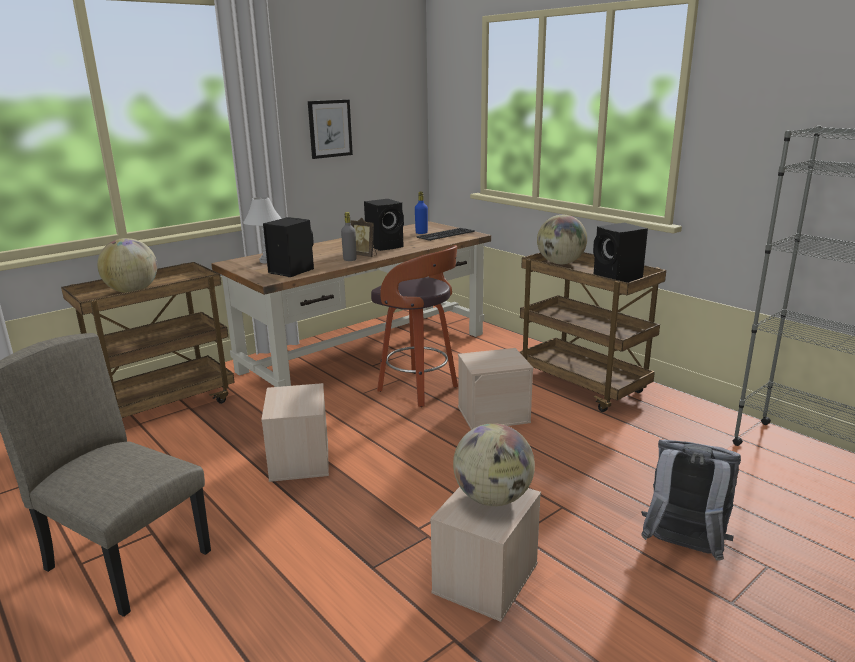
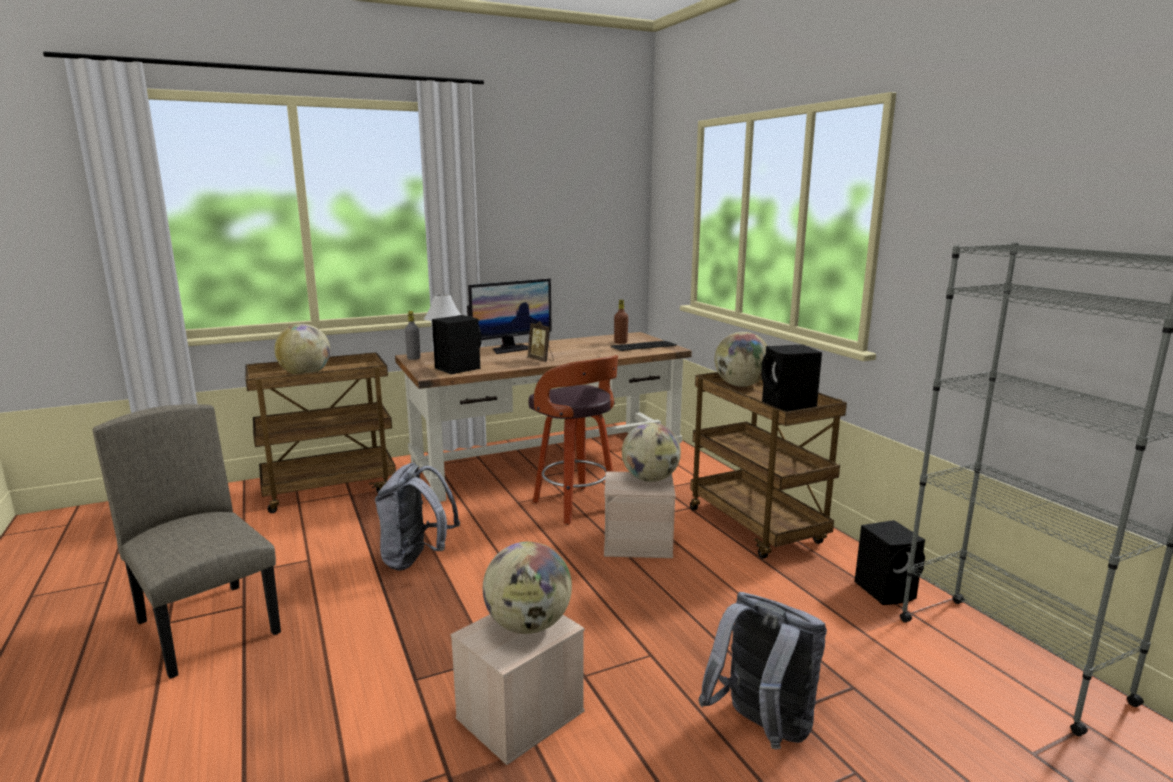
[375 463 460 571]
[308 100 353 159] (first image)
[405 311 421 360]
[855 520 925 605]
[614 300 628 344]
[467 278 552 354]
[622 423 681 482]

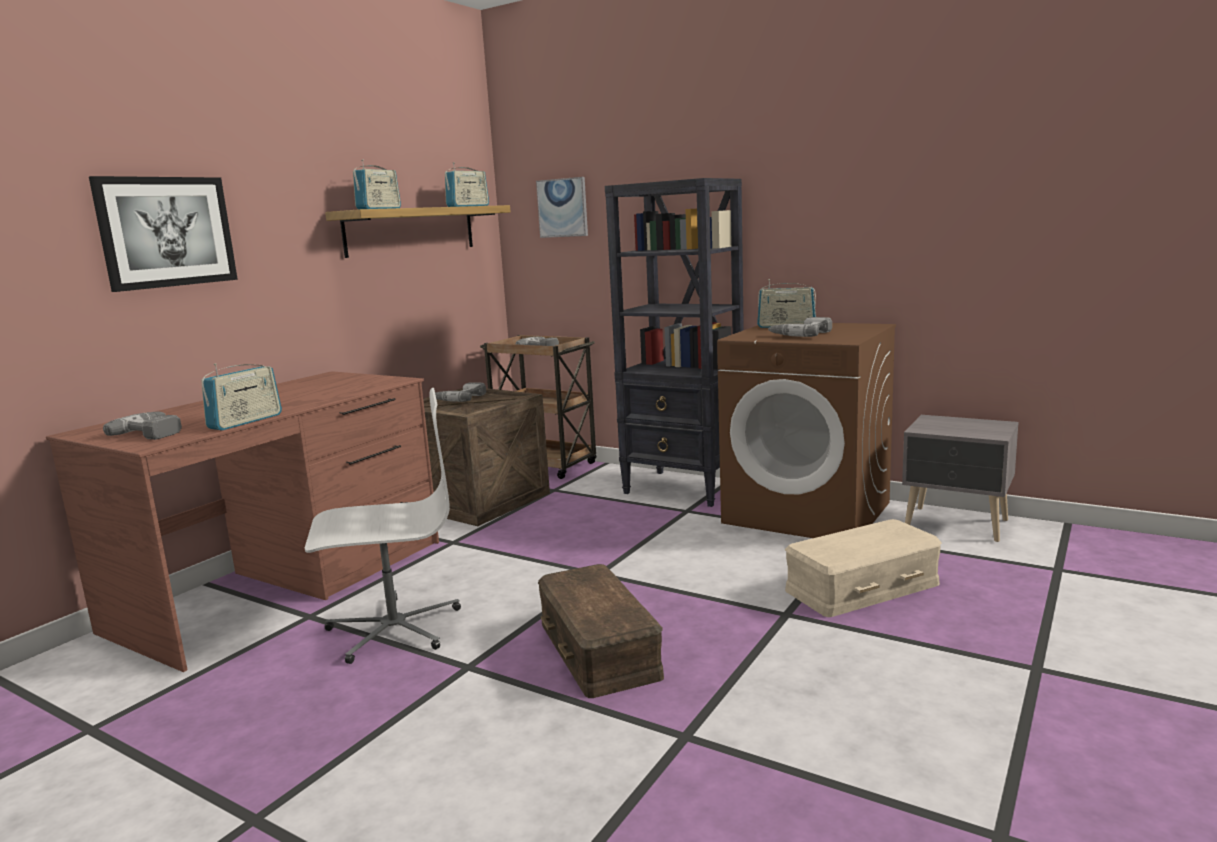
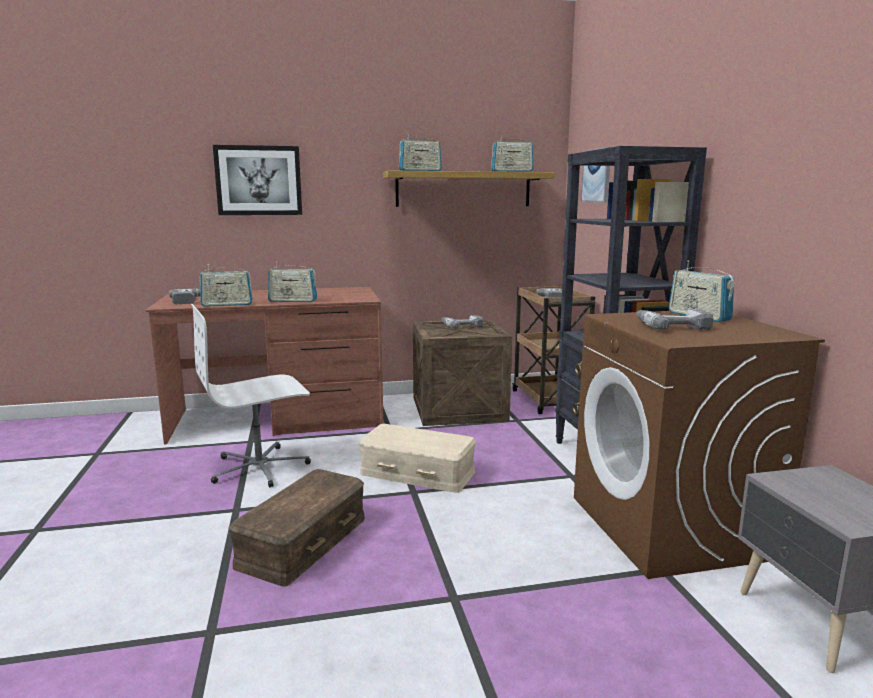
[191 304 311 487]
[359 424 476 493]
[268 261 317 302]

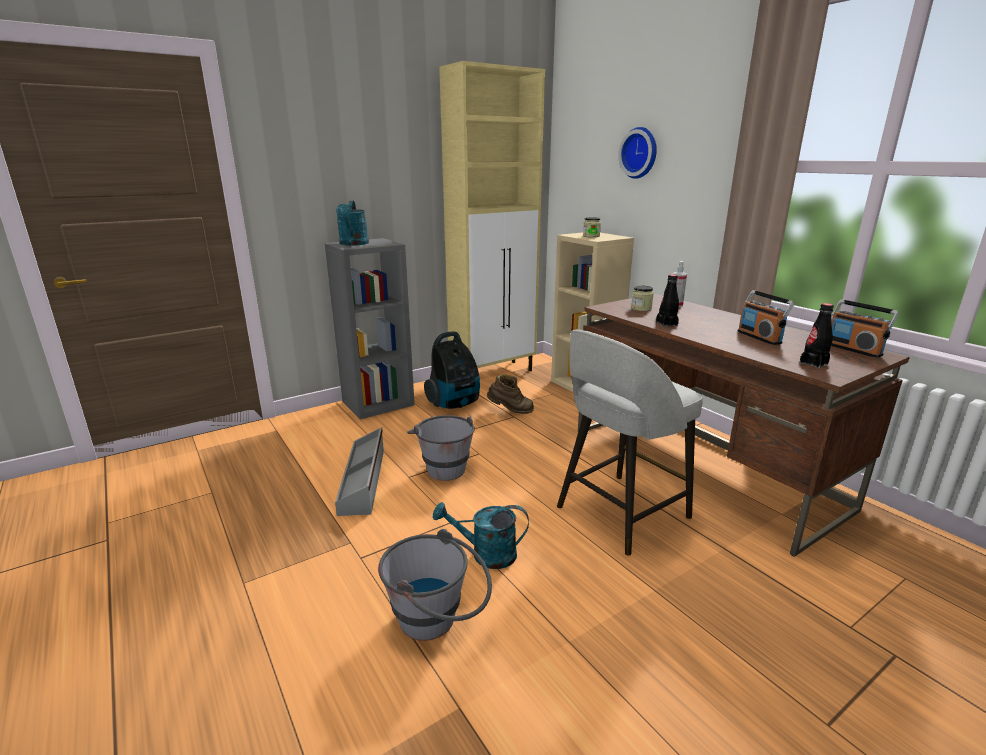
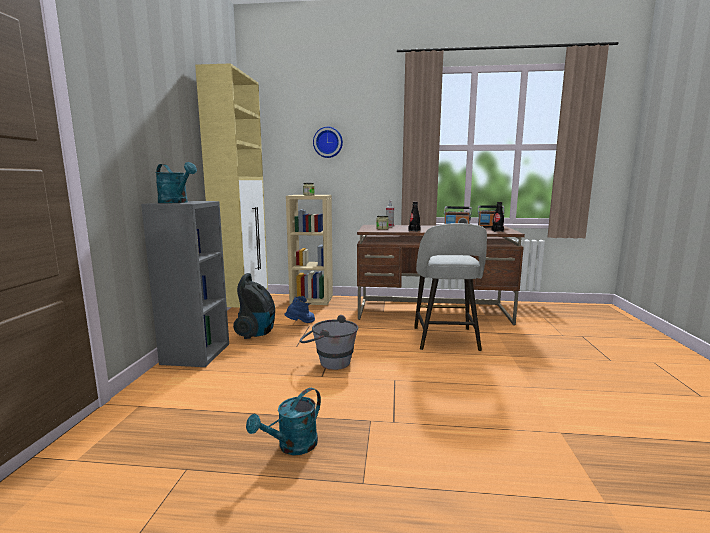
[335 427 384 516] (first image)
[378 529 492 641] (first image)
[246 388 321 455]
[284 296 315 323]

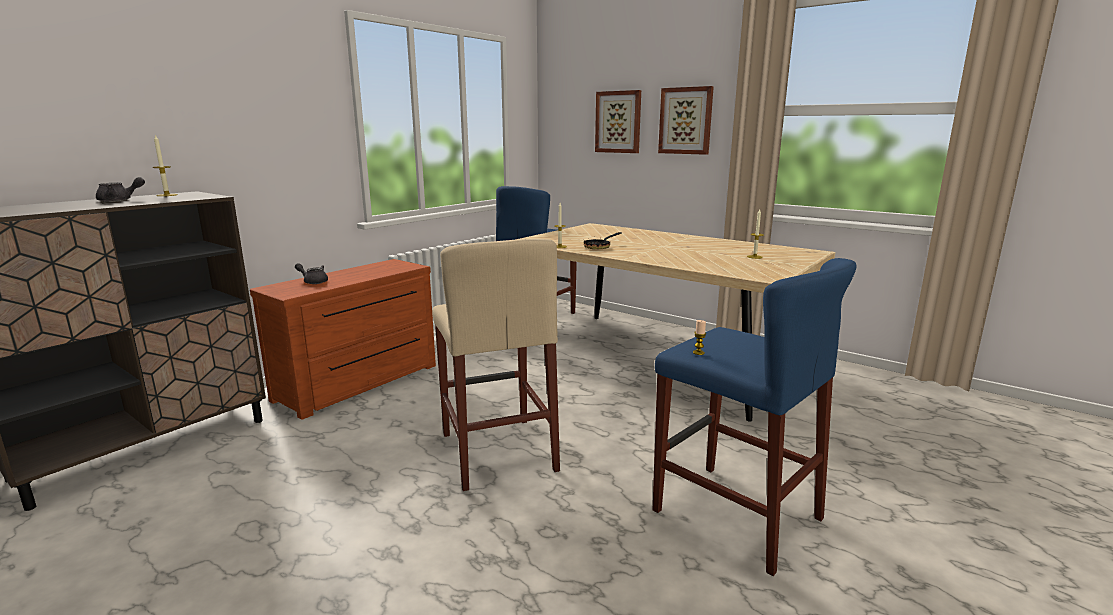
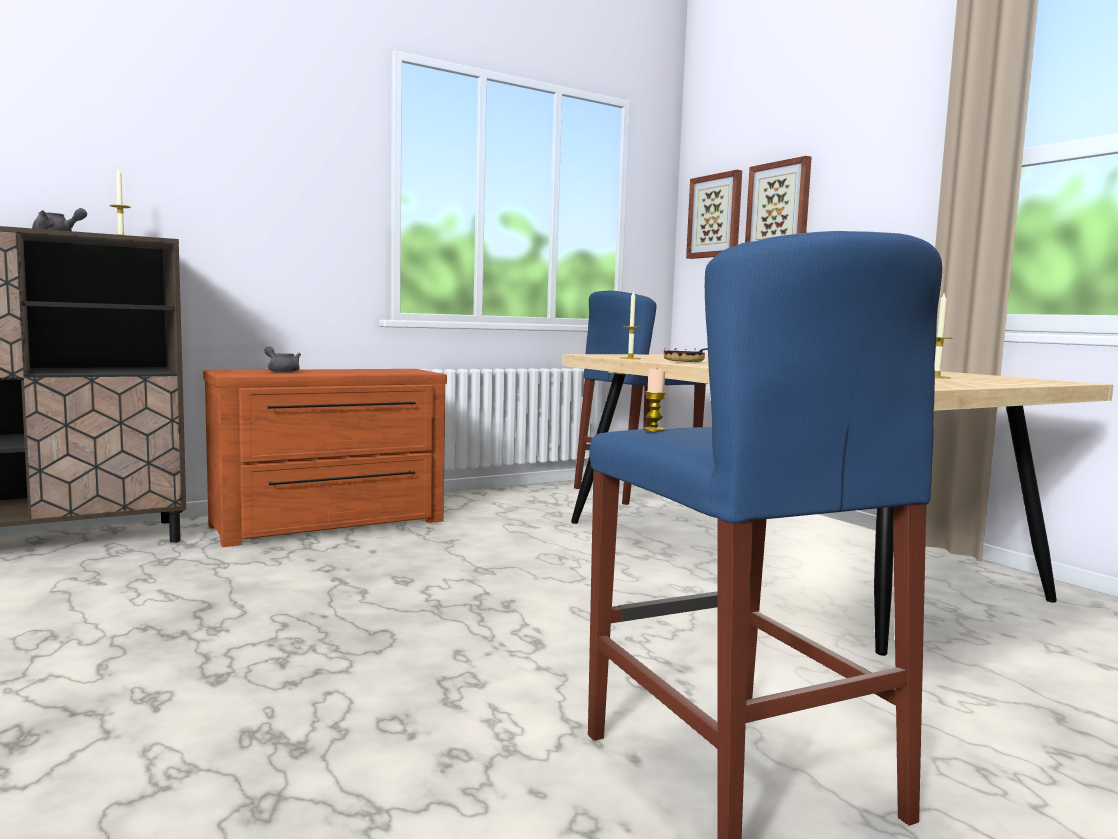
[432 239 560 491] (first image)
[686 170 742 259]

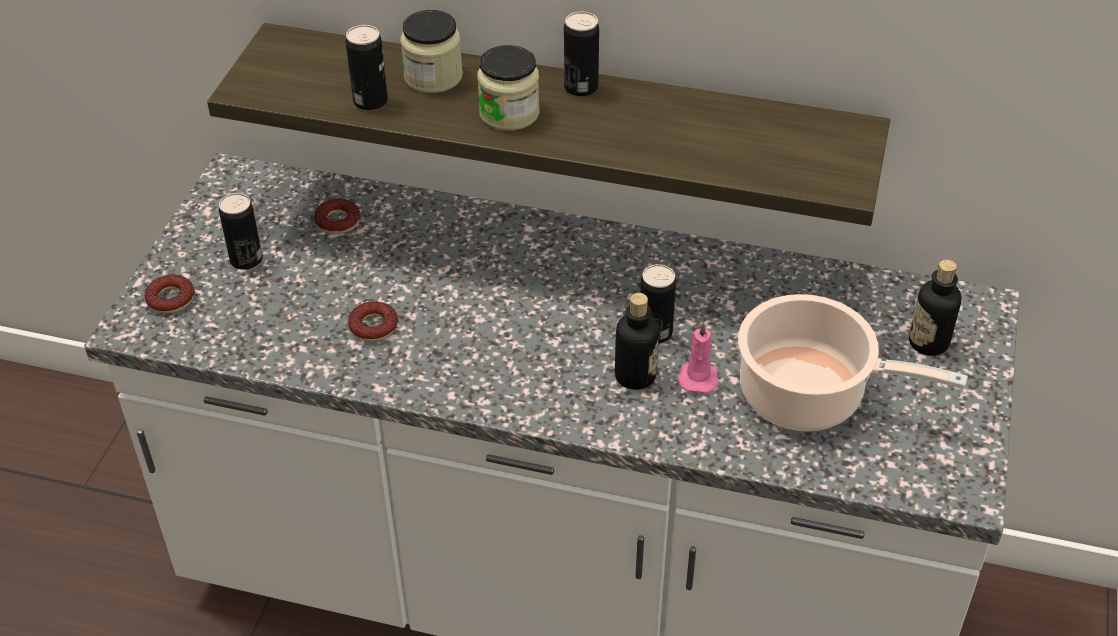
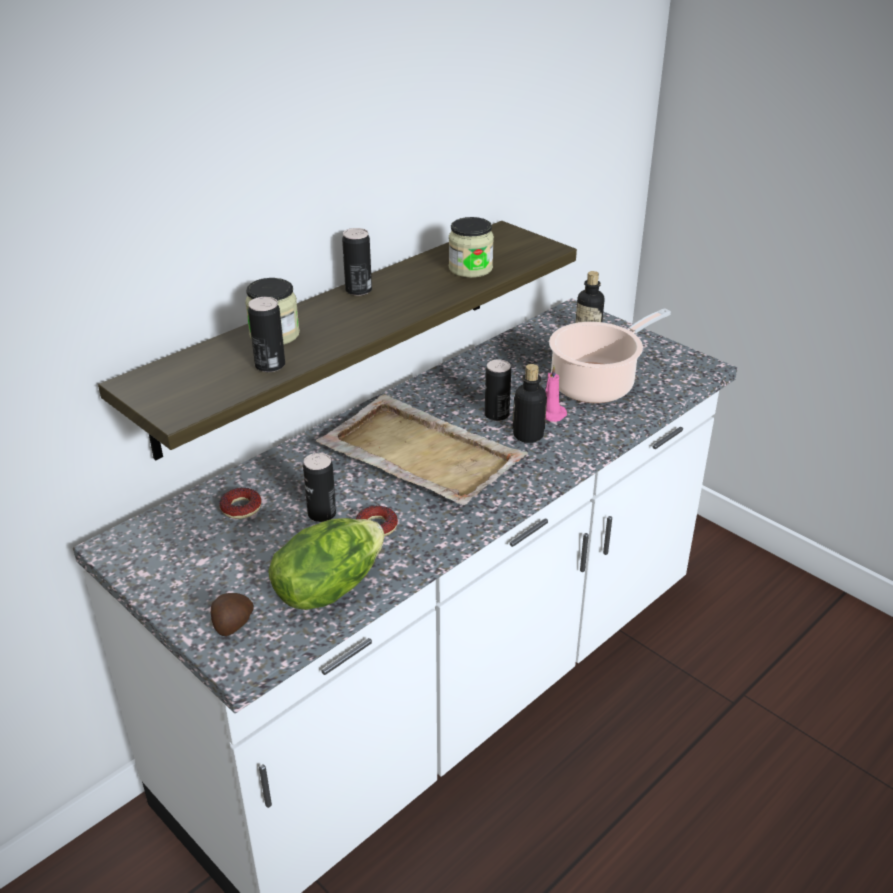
[211 593 254 636]
[303 453 336 522]
[449 217 494 278]
[268 518 385 610]
[316 394 528 505]

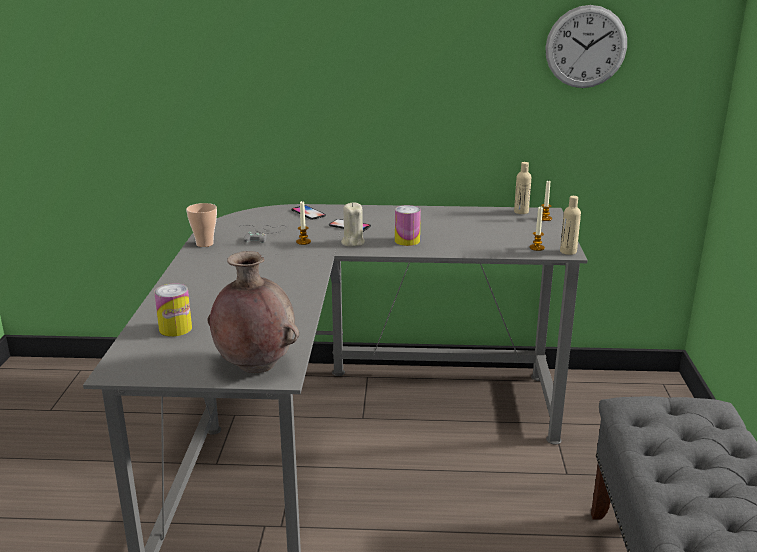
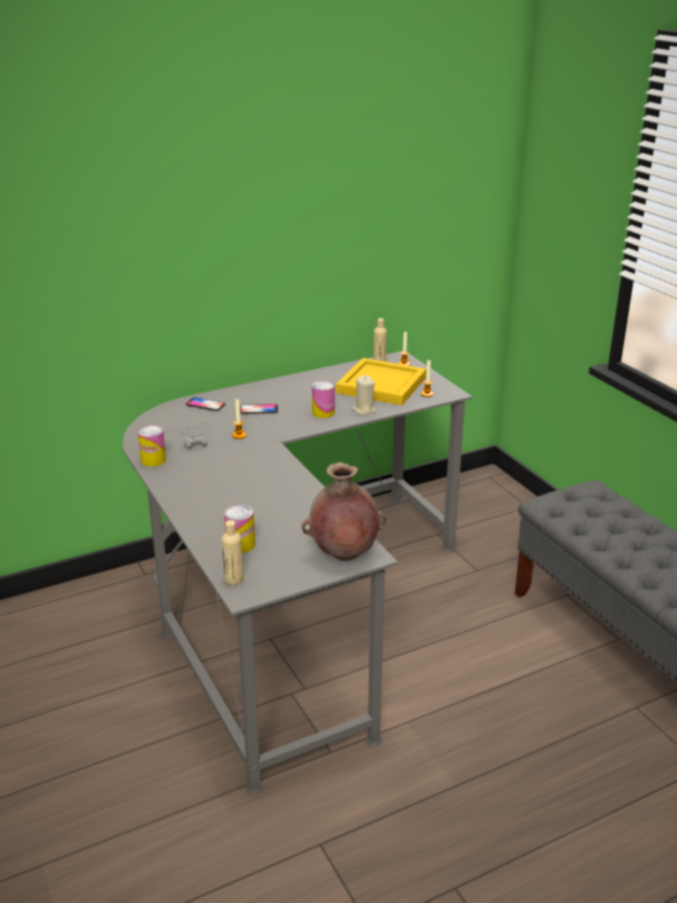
[138 425 166 467]
[352 375 376 415]
[545 5 627 88] (first image)
[222 520 244 585]
[336 358 426 405]

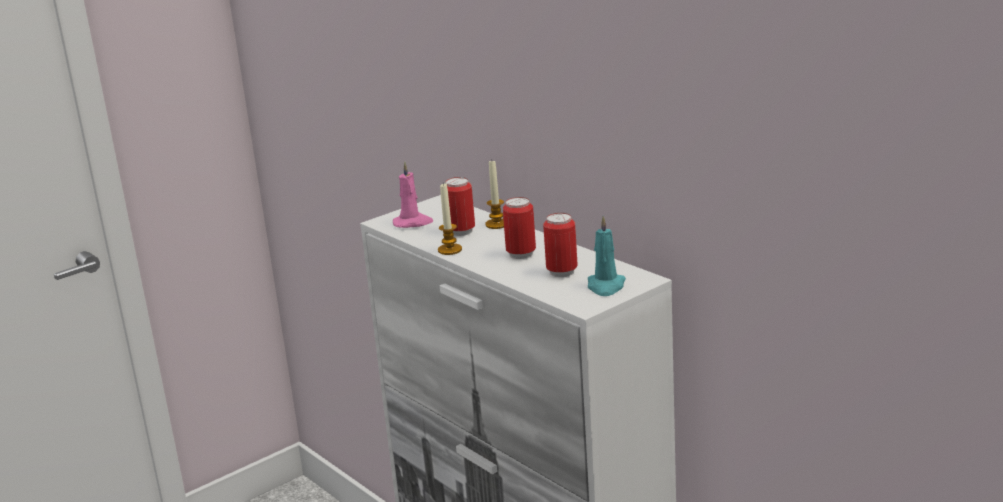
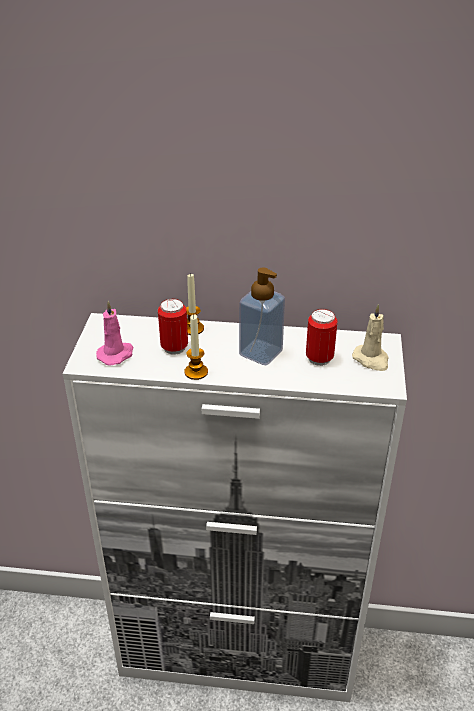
[239 268 285 365]
[352 304 389 371]

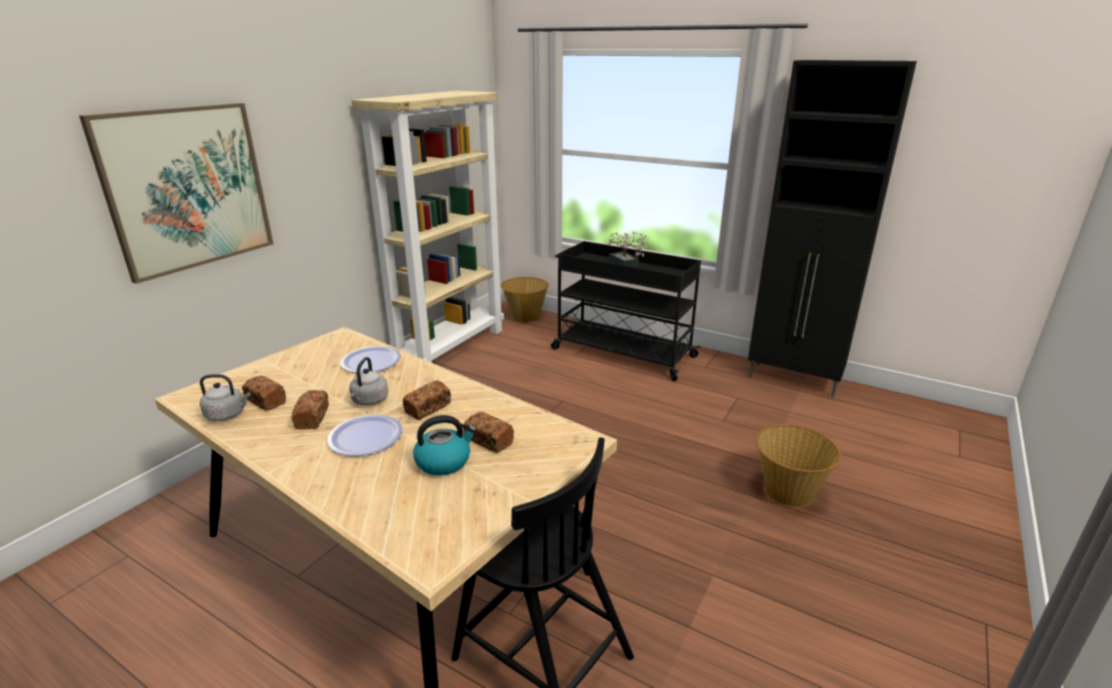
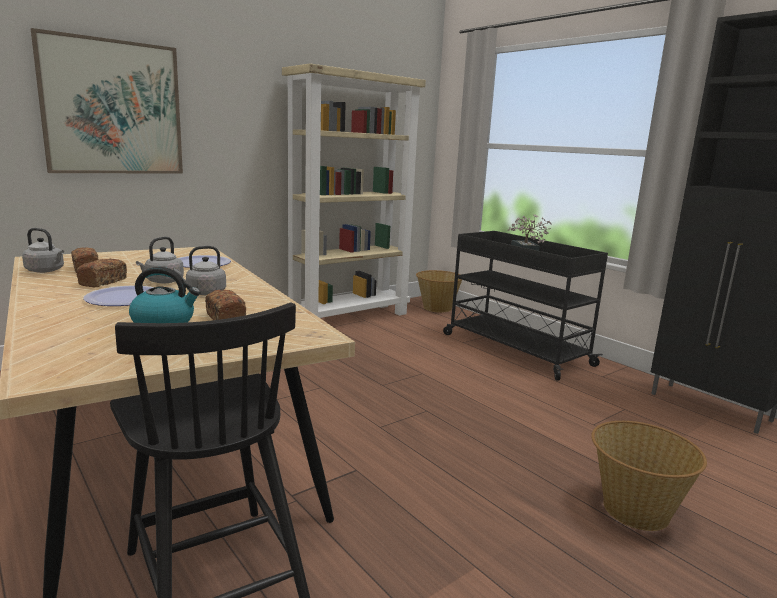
[173 246 226 295]

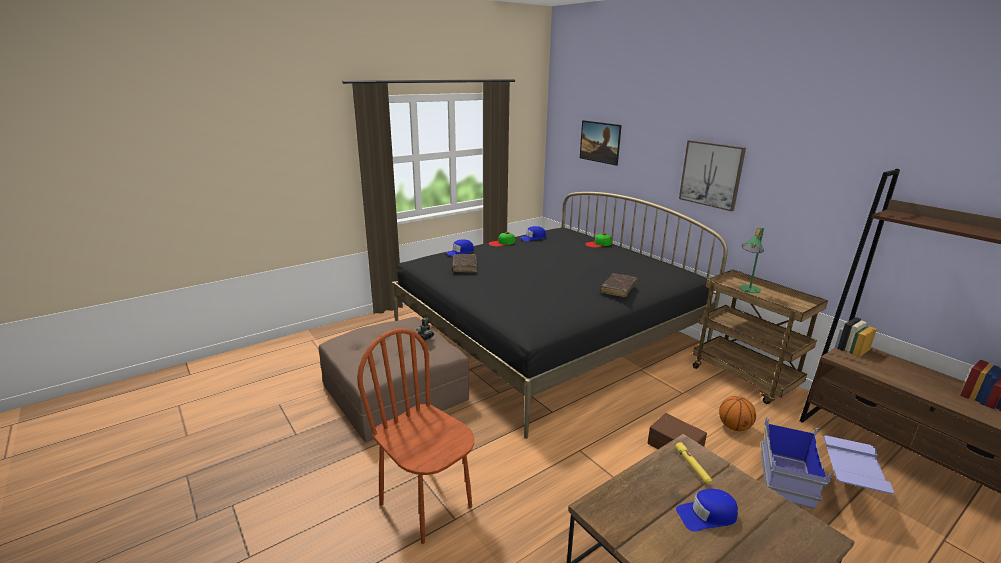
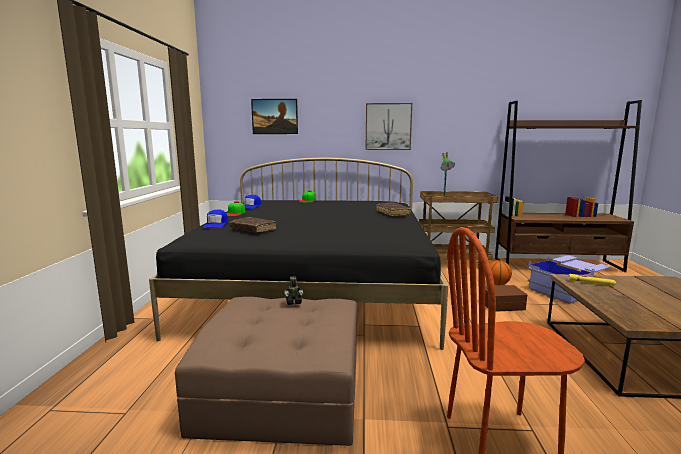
[676 489 738 531] (first image)

